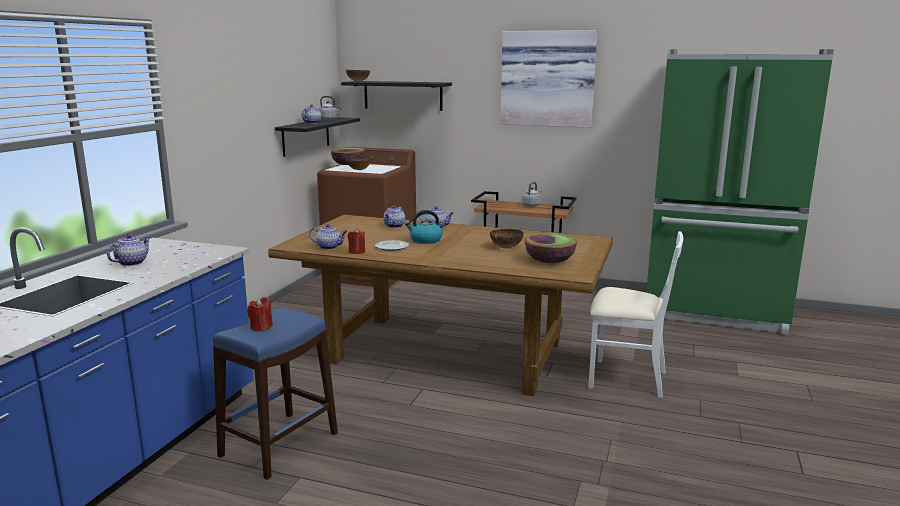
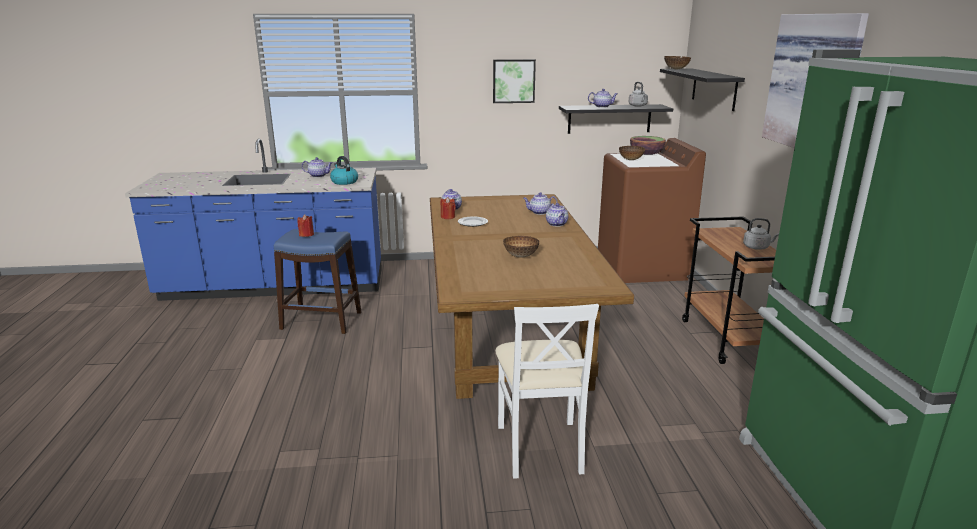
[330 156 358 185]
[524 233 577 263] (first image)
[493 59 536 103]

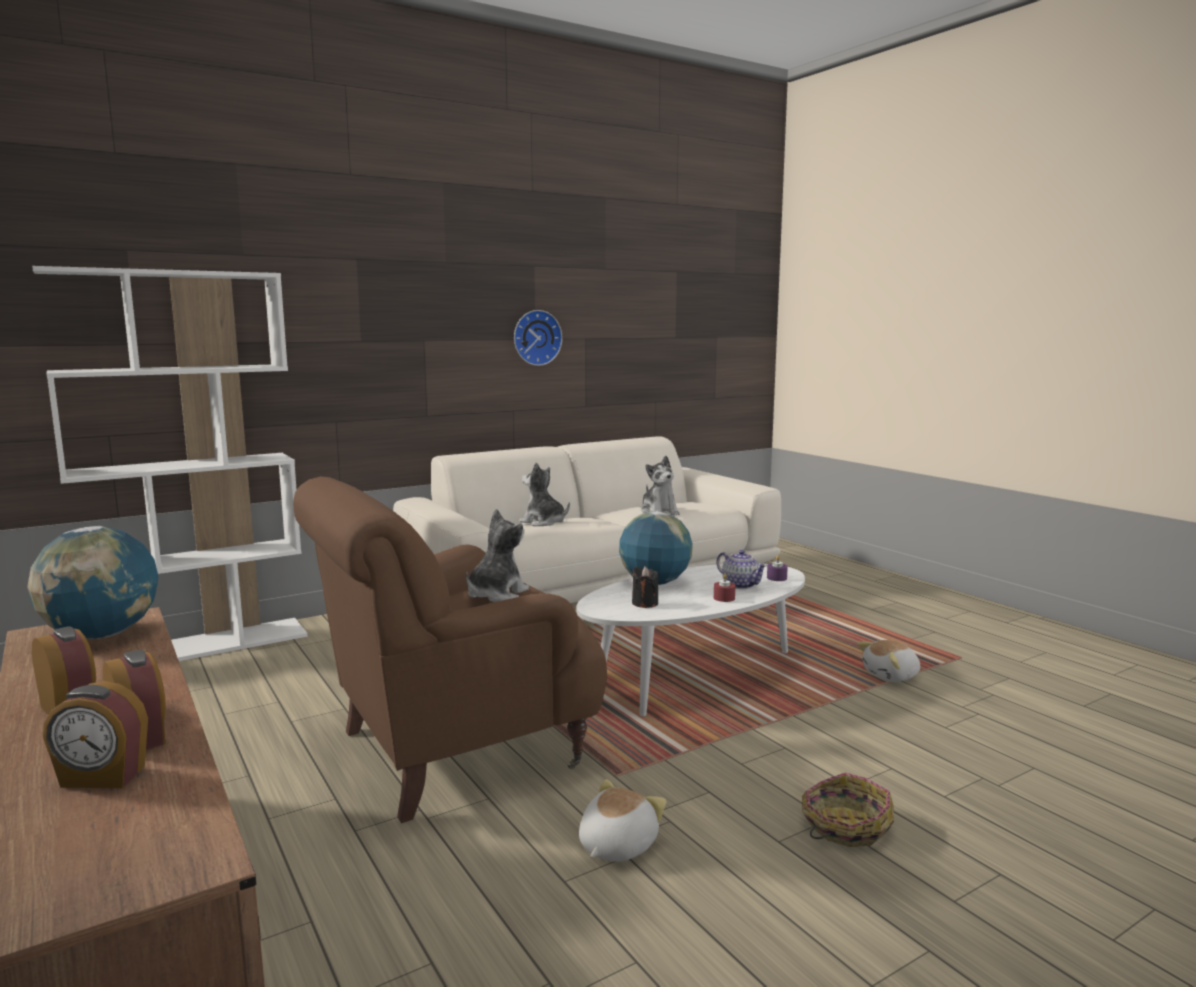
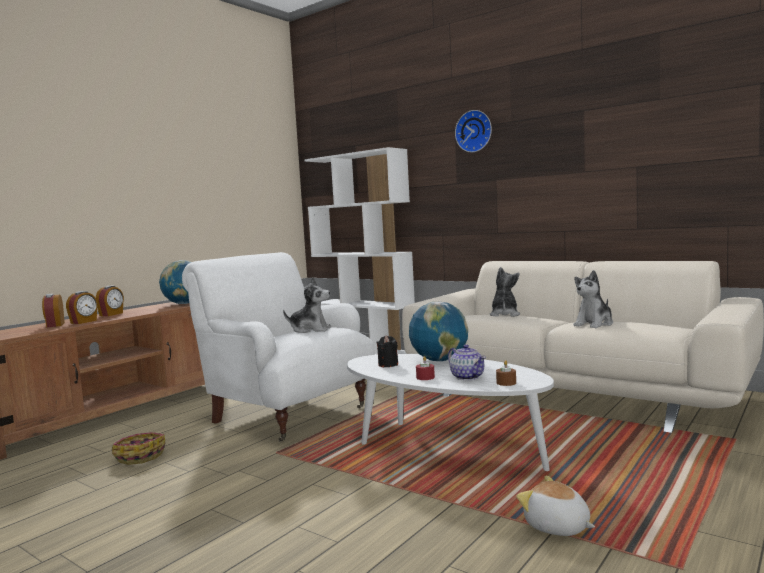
[182 252 375 442]
[455 110 492 152]
[579 779 666 862] (first image)
[448 344 486 380]
[496 360 516 386]
[112 432 165 465]

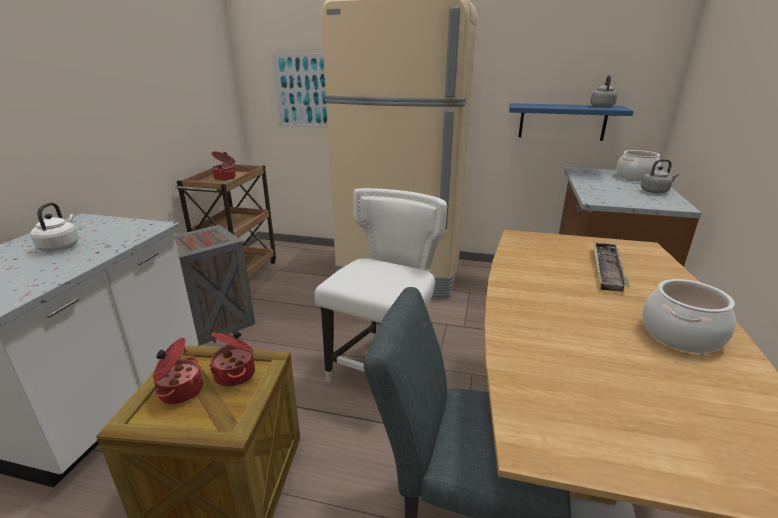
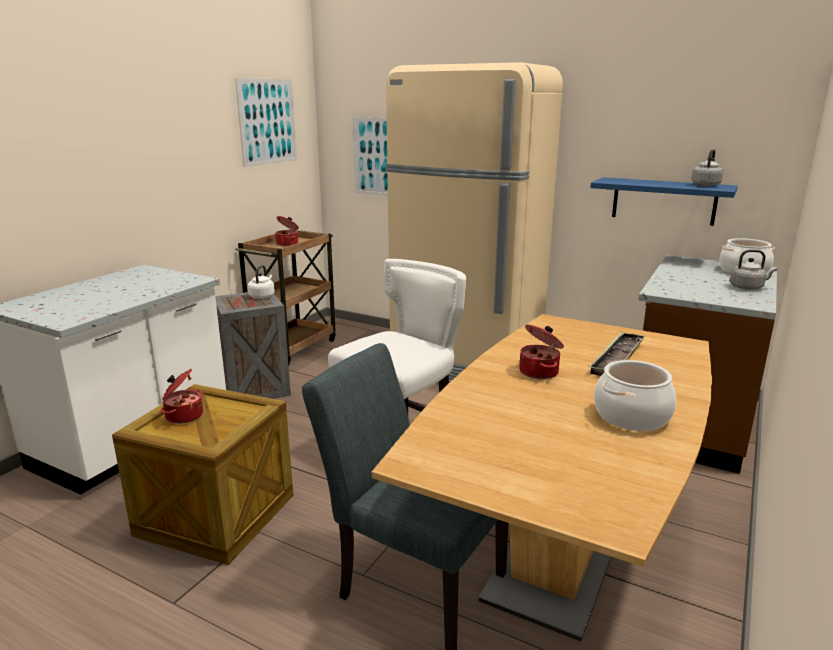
[248 265 275 299]
[519 325 564 379]
[235 78 297 167]

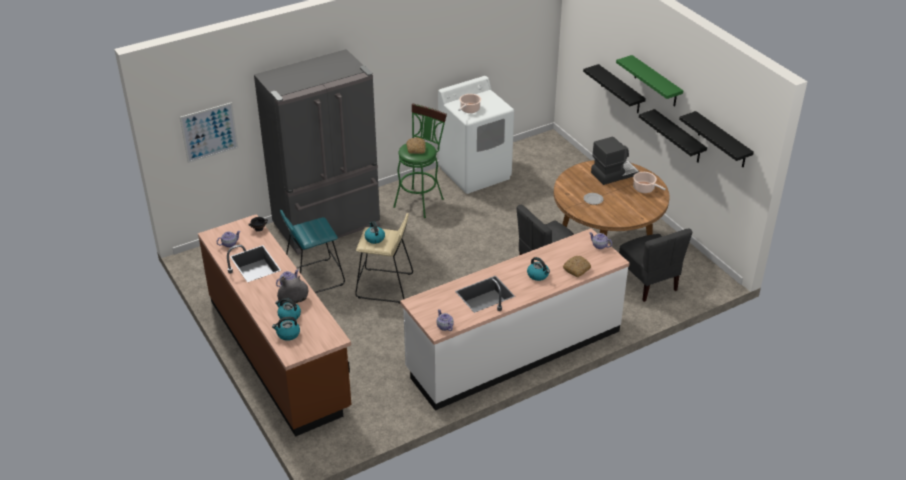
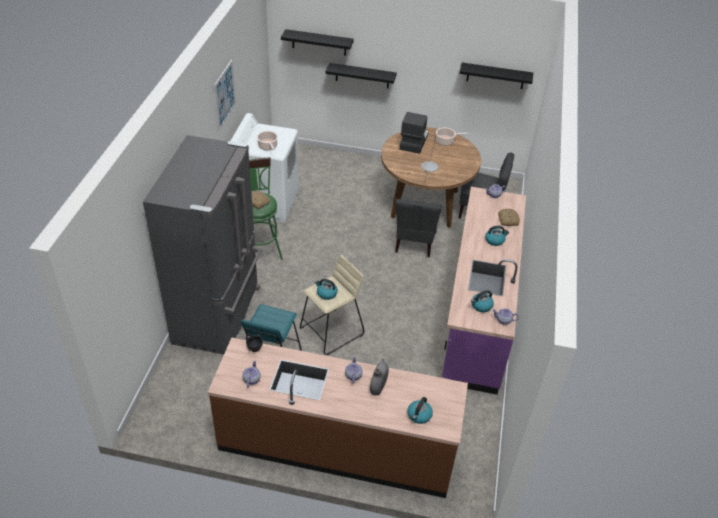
[214 60 236 130]
[471 290 494 312]
[442 187 526 395]
[616 55 683 107] (first image)
[281 29 354 56]

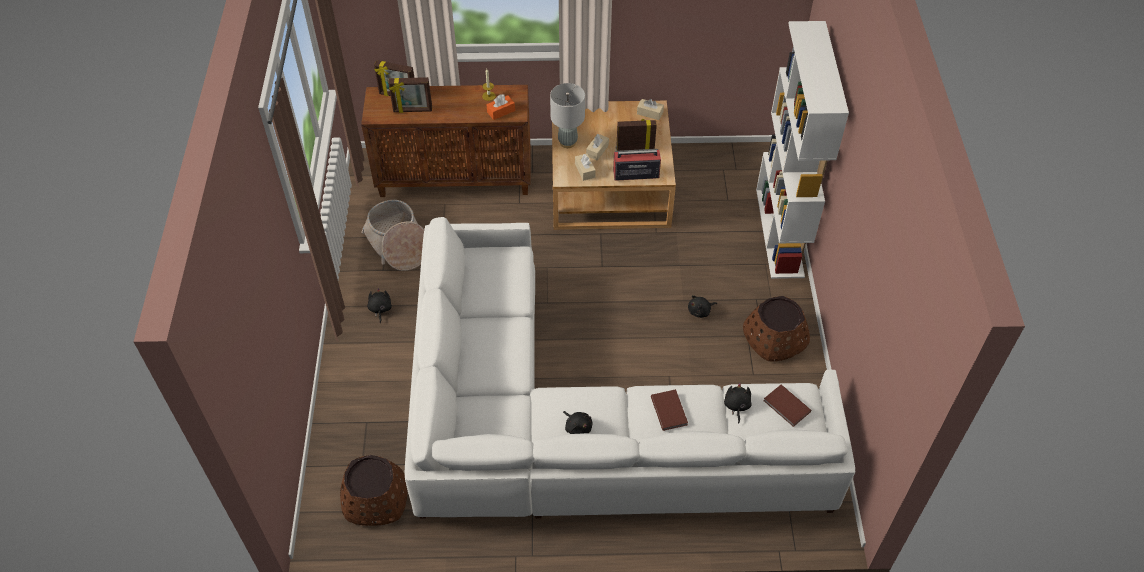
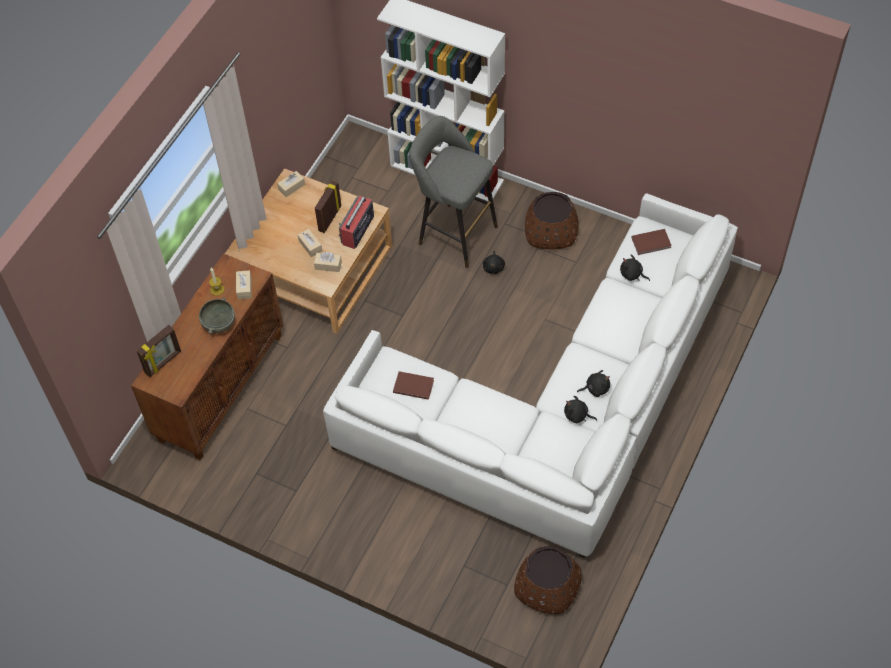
[361 200 424 271] (first image)
[564 396 597 423]
[388 77 432 113] (first image)
[236 270 252 299]
[550 83 585 148] (first image)
[393 371 434 400]
[199 298 235 334]
[409 116 498 268]

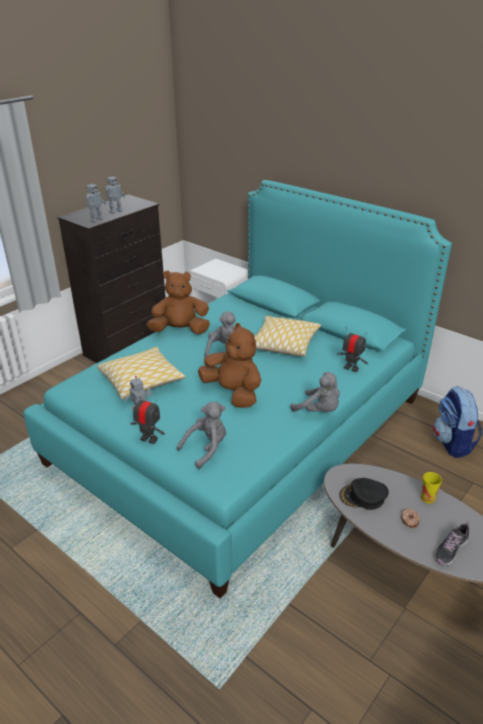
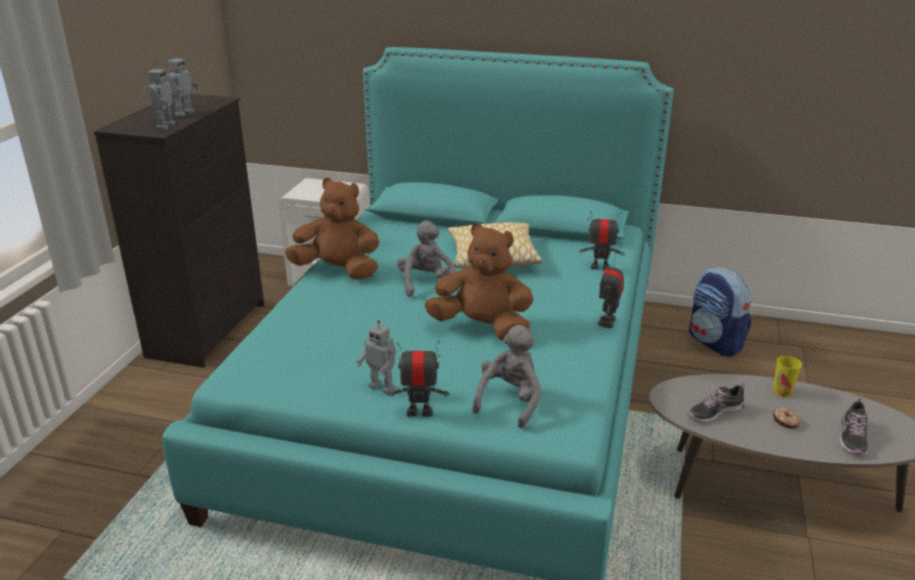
[97 347 186 399] (first image)
[285 178 379 280]
[598 253 624 328]
[688 383 744 423]

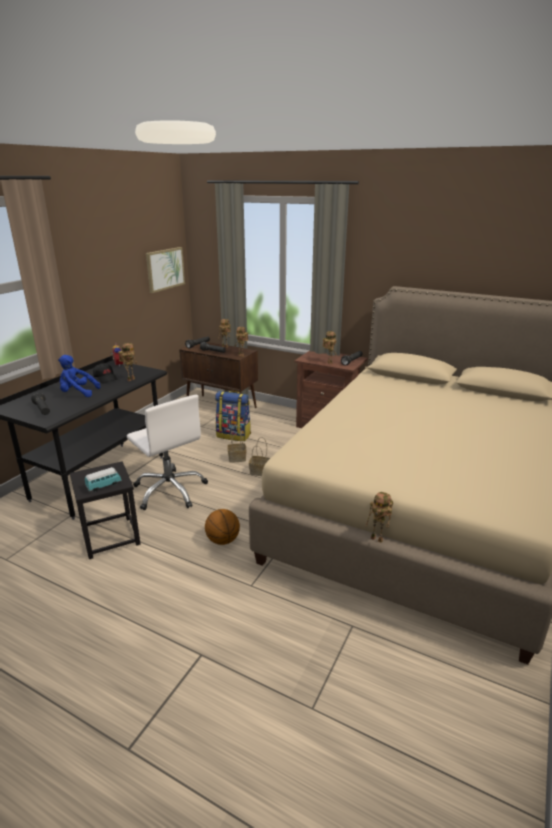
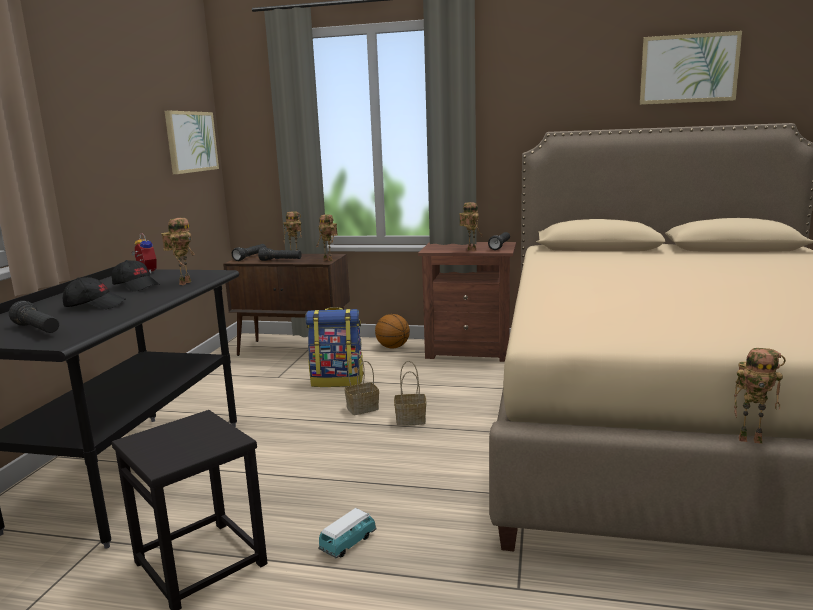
[63 277 126 309]
[318 508 376 559]
[127 395 208 510] (first image)
[375 314 410 349]
[640 31 742 105]

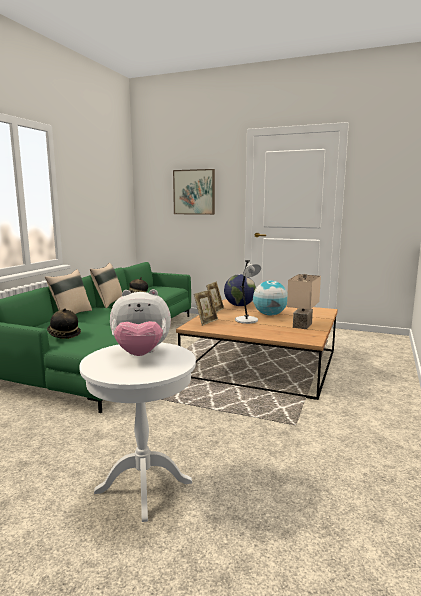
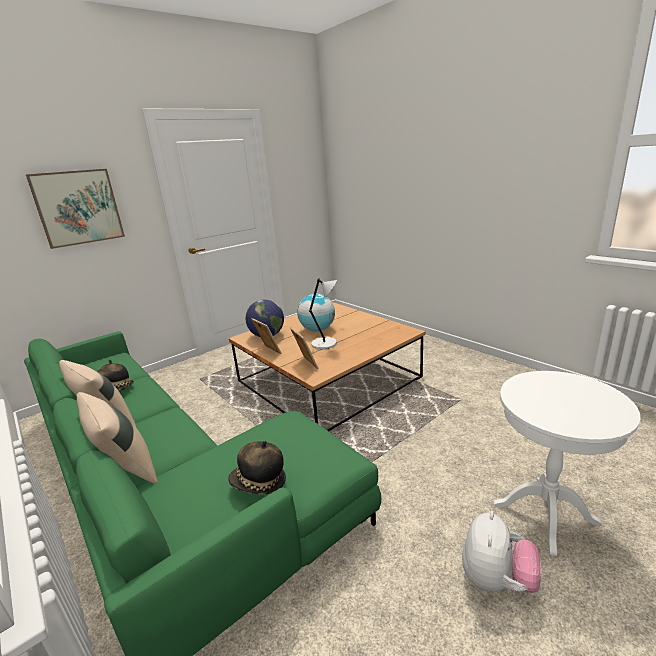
[462 511 541 593]
[287 274 321 329] (first image)

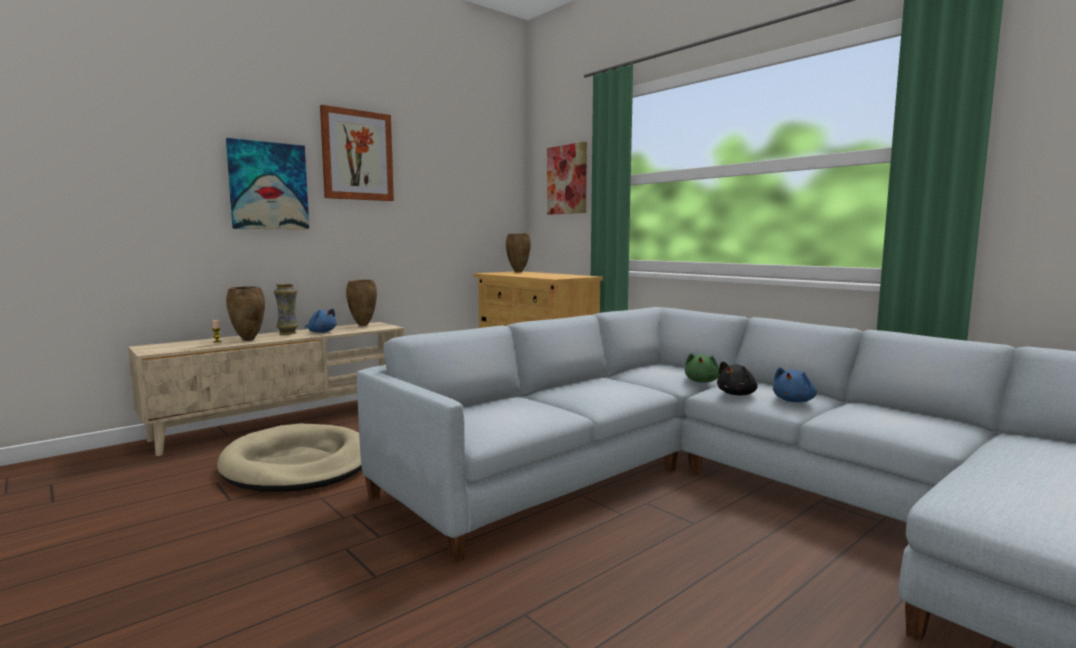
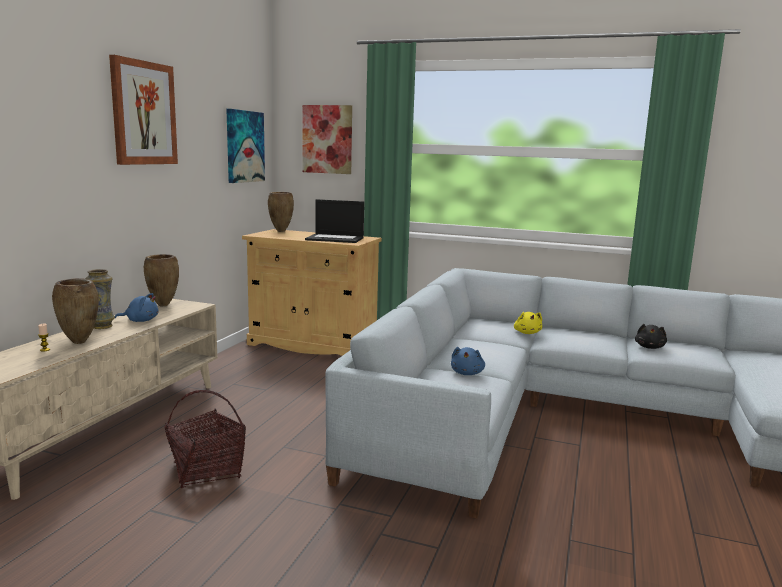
[165 390 246 488]
[226 109 265 183]
[514 312 542 334]
[635 324 667 349]
[451 347 485 375]
[305 199 364 243]

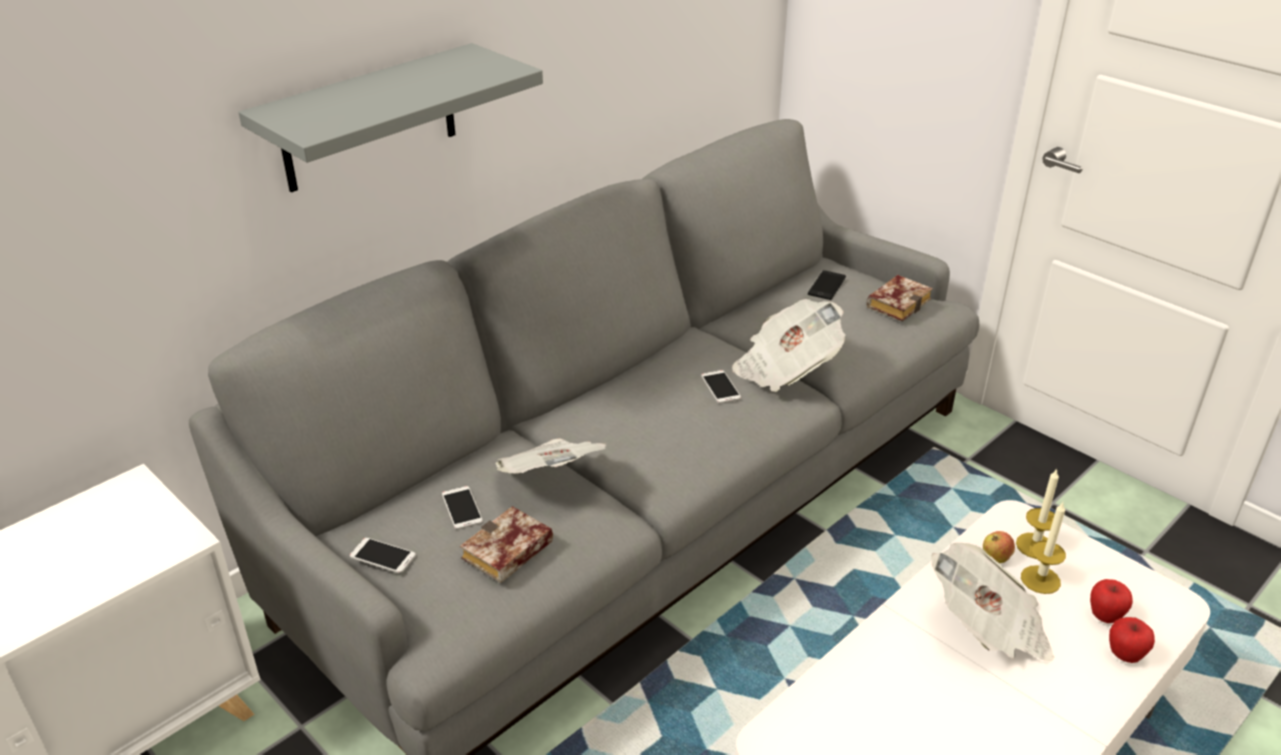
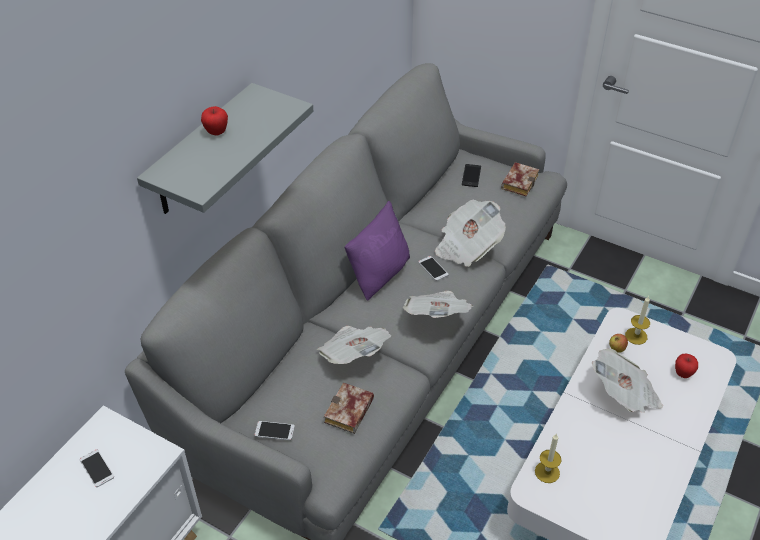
[80 450 114 487]
[535 433 561 483]
[201 106 228 135]
[345 201 410 301]
[403 291 473 318]

